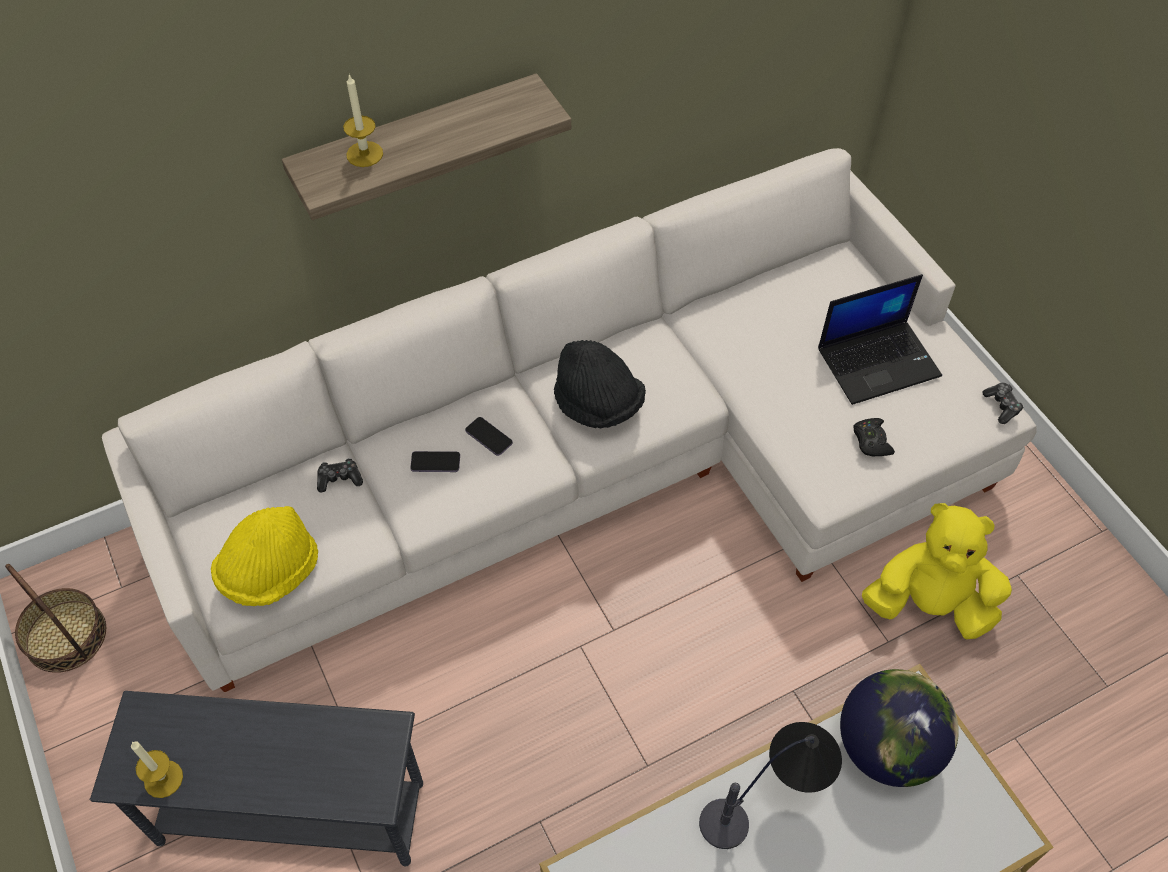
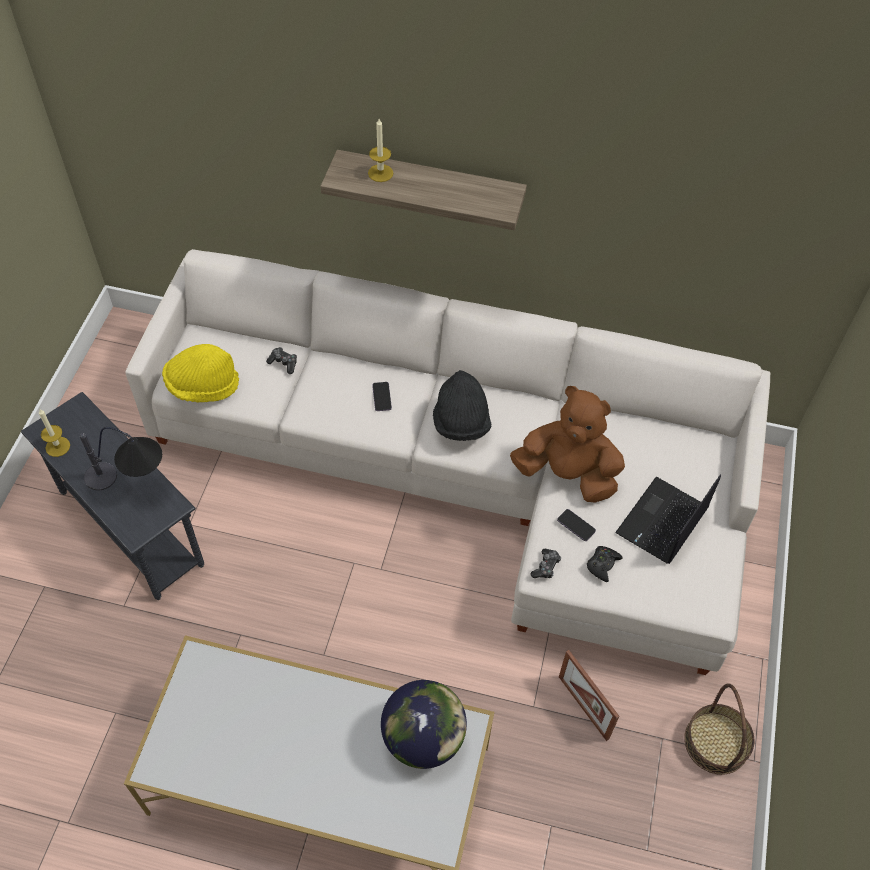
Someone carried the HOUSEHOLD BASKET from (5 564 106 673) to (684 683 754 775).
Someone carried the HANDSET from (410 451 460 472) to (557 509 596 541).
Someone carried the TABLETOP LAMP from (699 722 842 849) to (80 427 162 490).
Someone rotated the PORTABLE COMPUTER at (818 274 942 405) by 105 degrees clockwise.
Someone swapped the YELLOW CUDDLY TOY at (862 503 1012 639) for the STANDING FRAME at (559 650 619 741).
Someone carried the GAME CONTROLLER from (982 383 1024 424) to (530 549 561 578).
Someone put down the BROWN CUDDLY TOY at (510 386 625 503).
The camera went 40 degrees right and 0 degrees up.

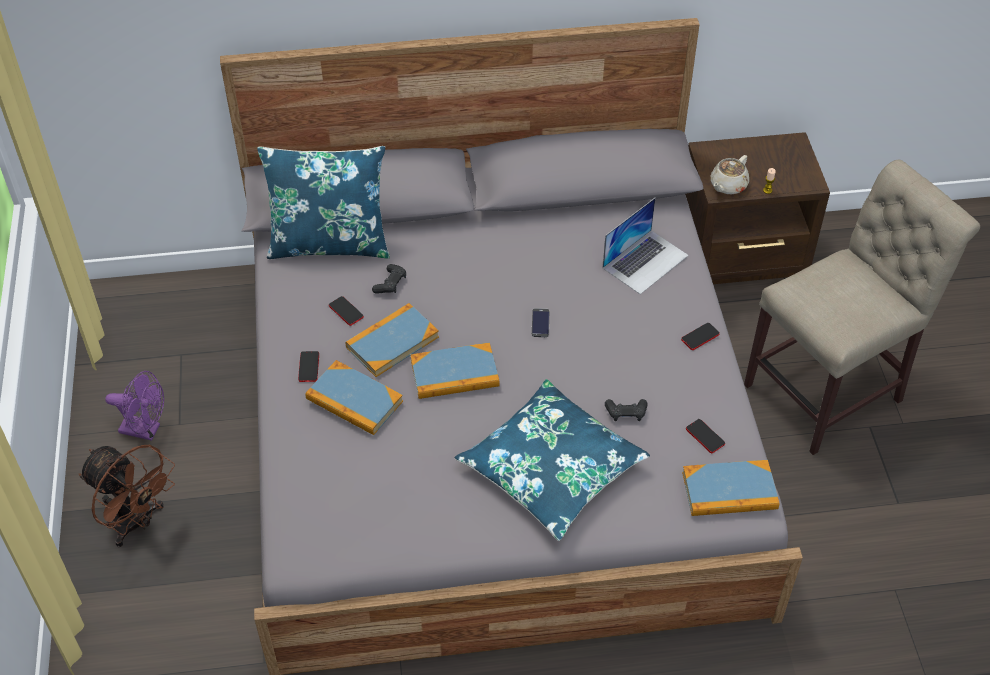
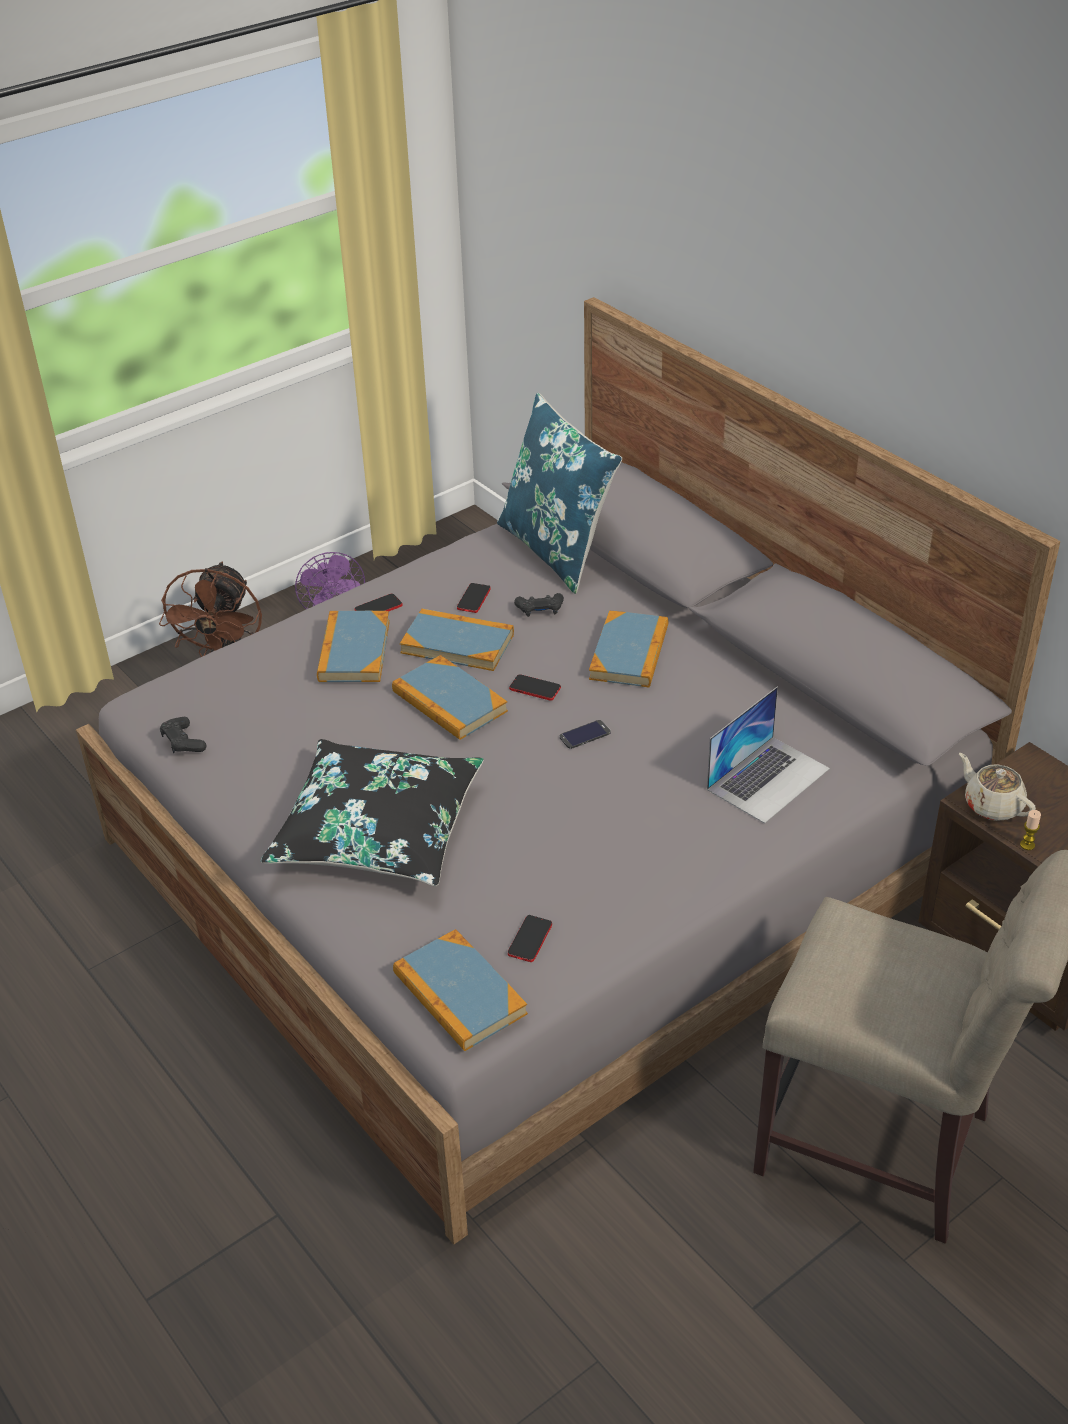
Someone repainted the BLUISH CUSHION at (455 379 650 541), which became the BLACK-COLOURED CUSHION at (261 739 484 886).
Someone rotated the PORTABLE COMPUTER at (603 198 689 294) by 60 degrees counterclockwise.
Someone carried the BLACK-COLOURED GAME CONTROLLER from (605 399 648 421) to (160 717 206 753).
Someone carried the HANDSET from (681 323 720 350) to (509 674 561 700).
Someone rotated the BEIGE TEAPOT at (711 155 749 194) by 45 degrees clockwise.
Someone put down the BOOK at (589 610 668 687).
The camera went 60 degrees right and 10 degrees down.

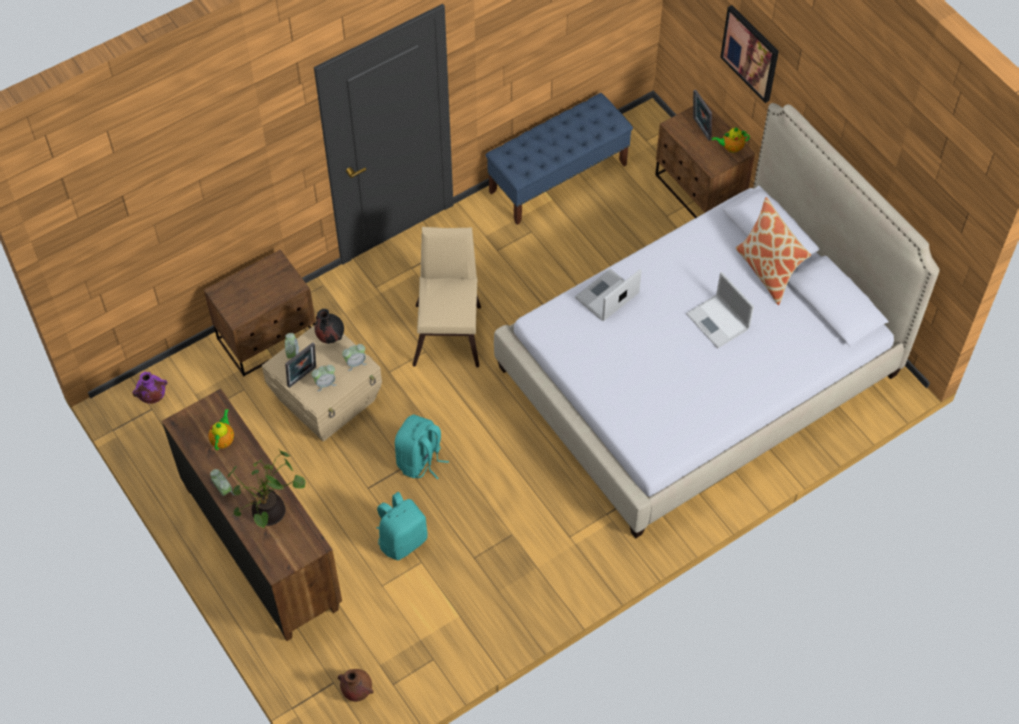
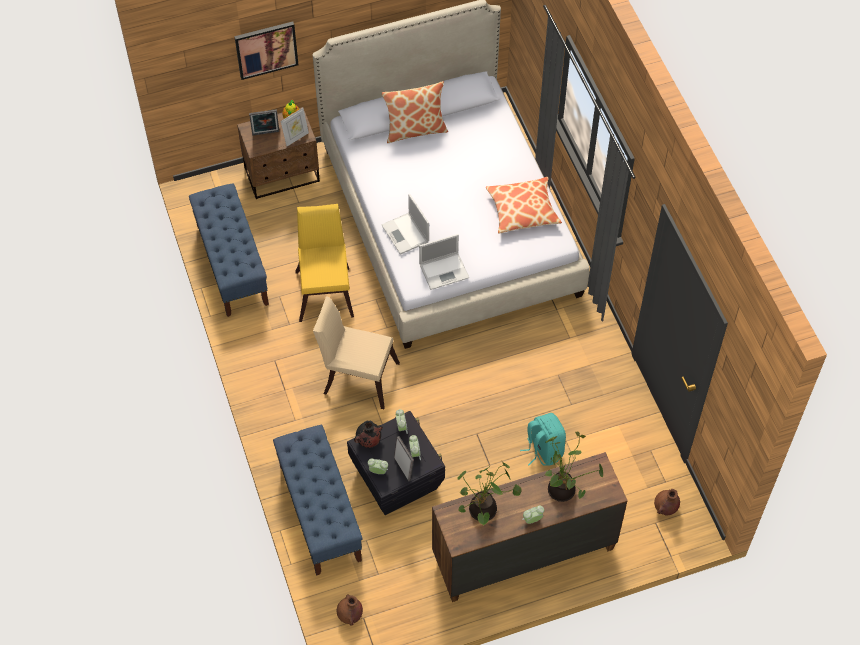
Someone repainted the PURPLE-COLOURED VASE at (133 372 167 404), which became the BROWN VASE at (337 594 363 626).
Someone swapped the BROWN NIGHT TABLE at (204 250 316 376) for the BLUISH LONG SEAT at (273 425 362 576).
Someone swapped the TEAPOT at (208 409 234 451) for the POTTED PLANT at (458 461 521 525).
Someone repainted the BEIGE STORAGE CONTAINER at (262 325 382 442), which became the BLACK-COLOURED STORAGE CONTAINER at (347 411 445 515).
Someone took away the TURQUOISE BACKPACK at (395 415 449 480).
Someone carried the PORTABLE COMPUTER from (686 272 754 348) to (419 234 469 290).
Someone put down the STANDING FRAME at (281 108 309 146).
Someone put down the YELLOW CHAIR at (296 204 354 322).
Someone put down the CUSHION at (486 177 562 234).
The camera went 75 degrees left and 0 degrees up.

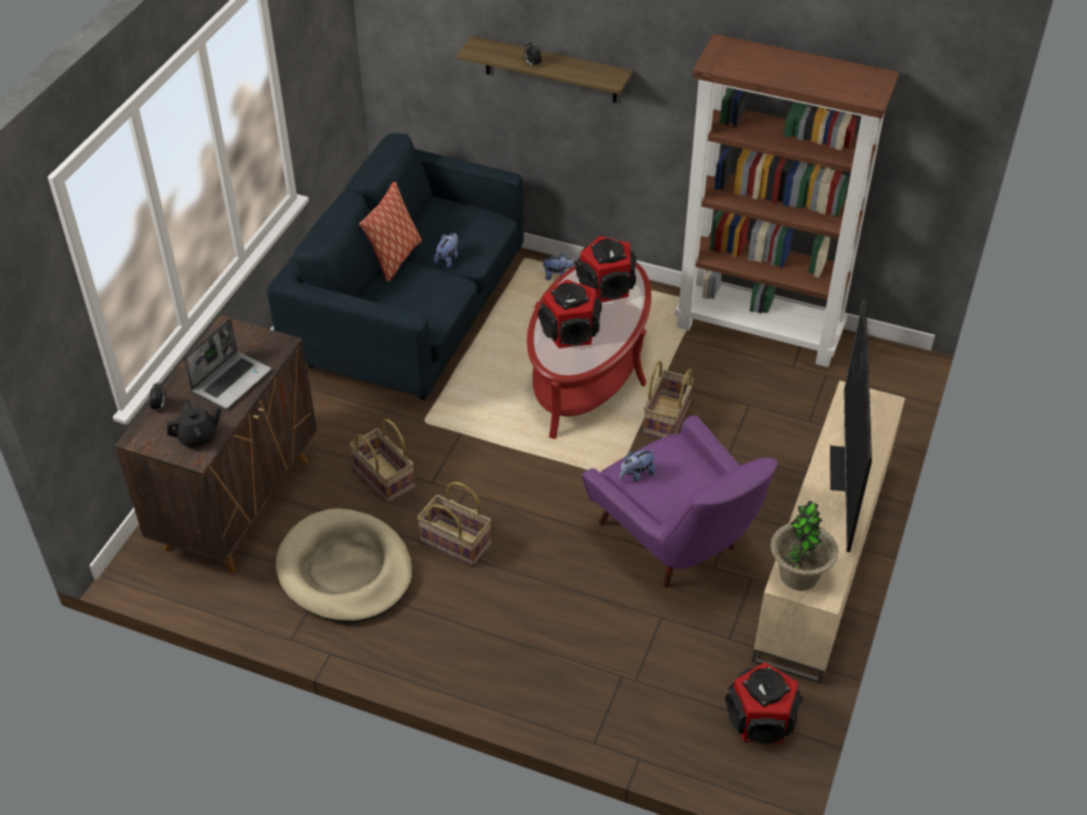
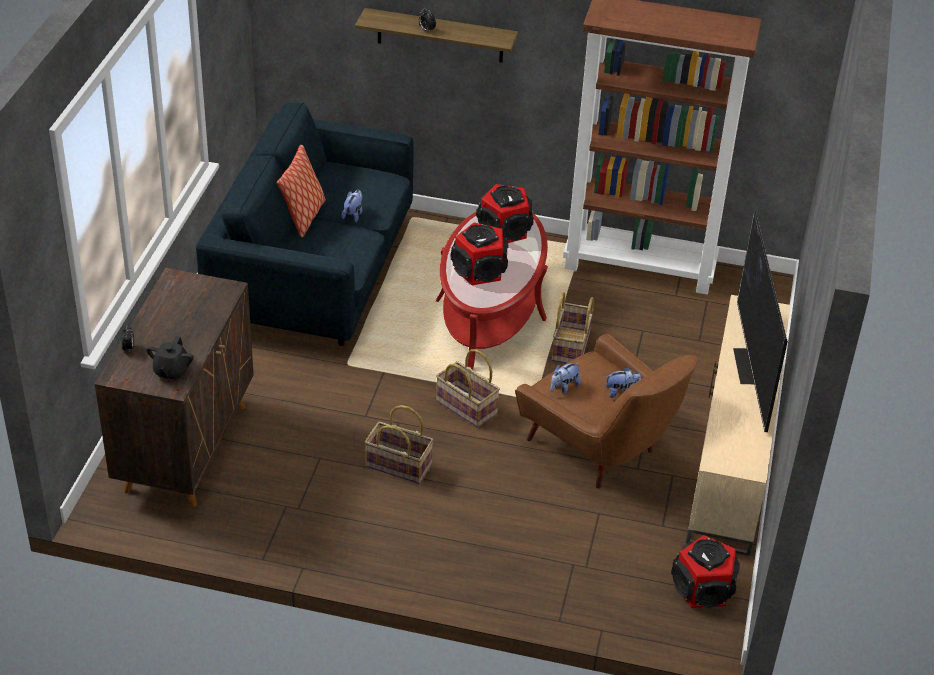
Someone rotated the BLACK-COLOURED TEAPOT at (166 400 221 448) by 135 degrees clockwise.
Someone took away the PORTABLE COMPUTER at (183 319 271 409).
Someone took away the BEIGE DOG CUSHION at (276 508 413 622).
Someone carried the HOUSEHOLD BASKET from (349 419 415 503) to (436 349 500 428).
Someone carried the CUDDLY TOY from (541 253 574 280) to (605 367 641 398).
Someone repainted the PURPLE-COLOURED LOUNGE CHAIR at (581 415 778 588), which became the BROWN LOUNGE CHAIR at (515 334 698 488).
Someone took away the POTTED PLANT at (770 500 839 591).
The camera went 10 degrees left and 5 degrees down.

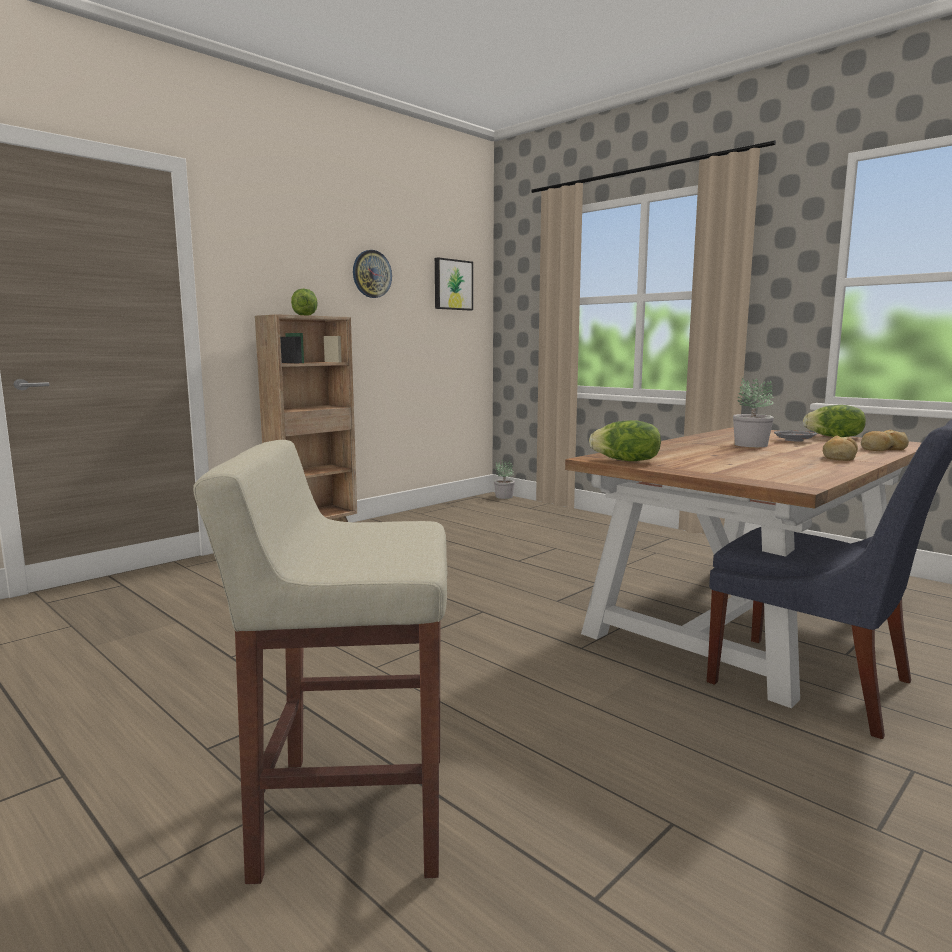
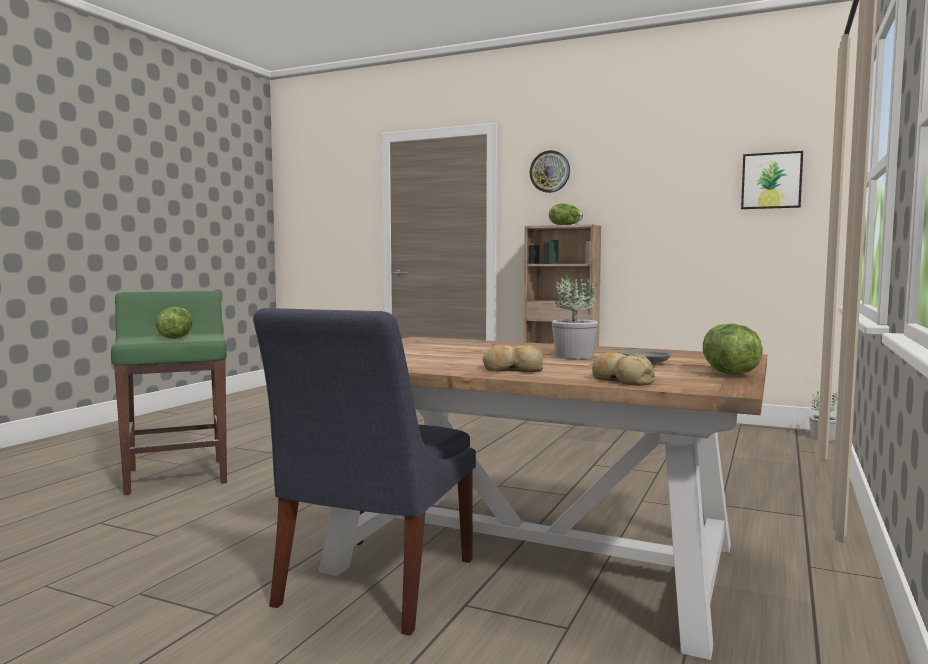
Someone repainted the BEIGE STOOL SEAT at (193 440 447 884), which became the GREEN-COLOURED STOOL SEAT at (111 291 227 495).
Someone carried the CLOCK ON THE WALL from (353 250 392 298) to (530 150 570 193).
Someone carried the LETTUCE HEAD from (589 420 661 461) to (156 307 193 339).
The camera went 70 degrees right and 5 degrees down.

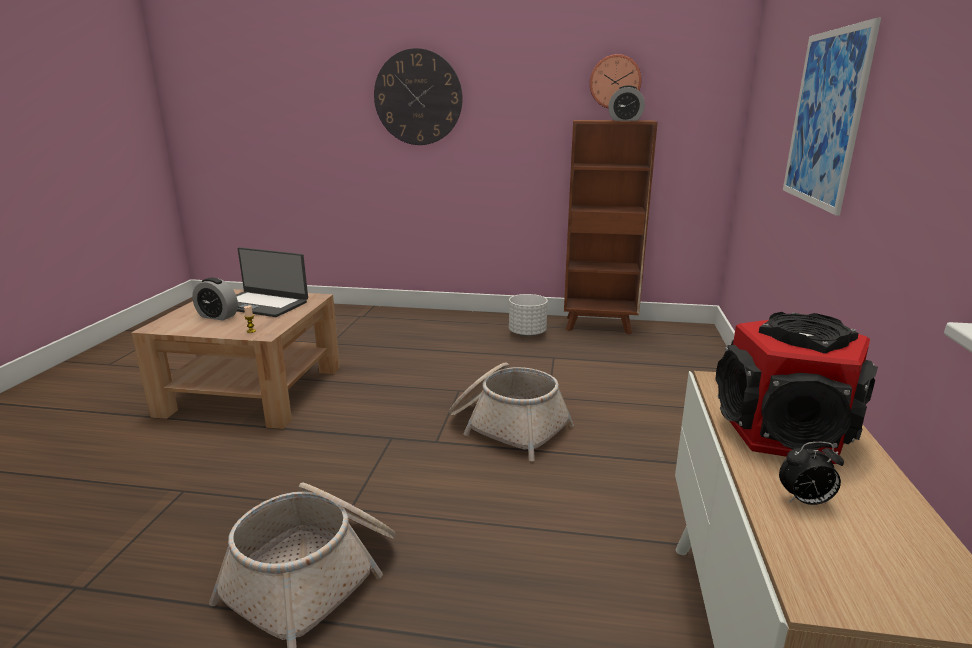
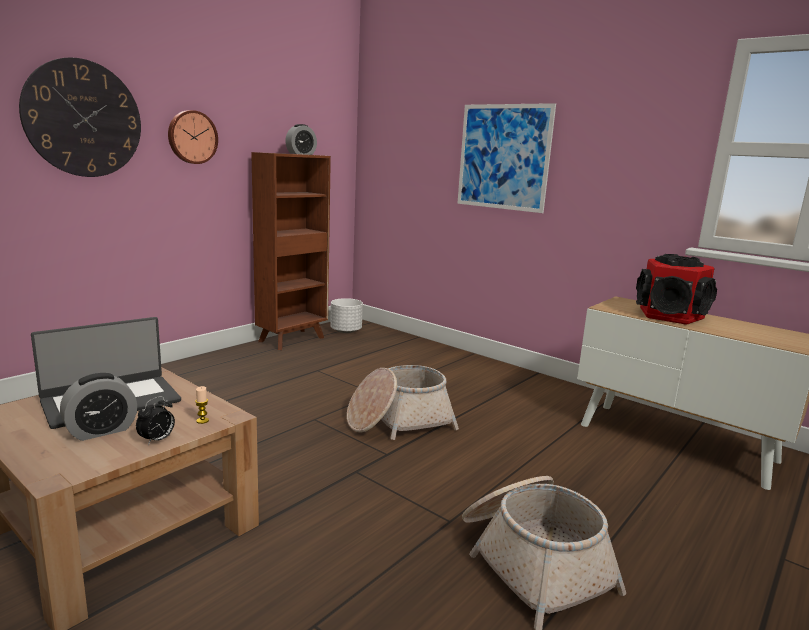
Someone carried the WHITE PLANTER from (509 294 548 337) to (330 298 363 333).
Someone carried the CLOCK ON THE WALL from (590 54 642 108) to (168 110 218 164).
Someone carried the TABLE CLOCK from (779 442 844 505) to (136 396 175 445).
The camera went 60 degrees left and 5 degrees down.

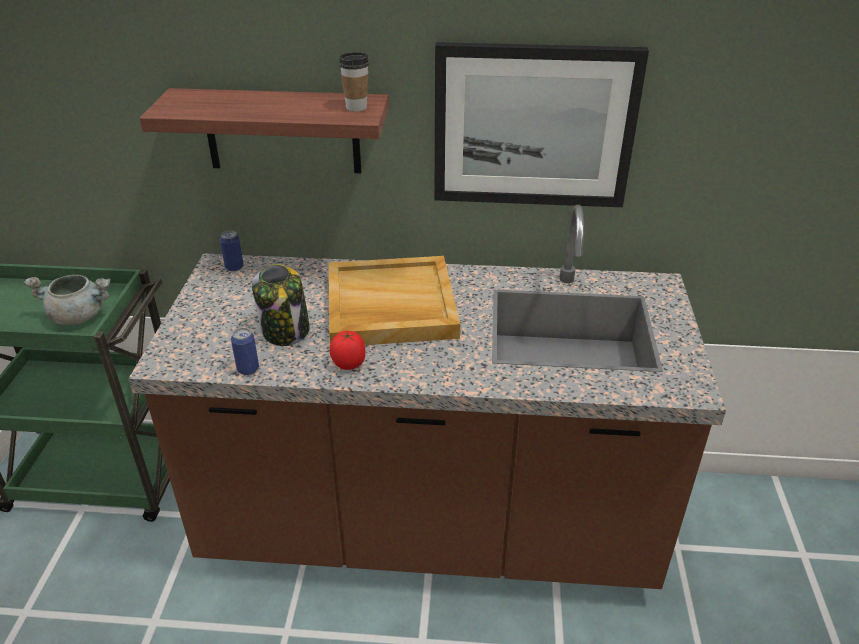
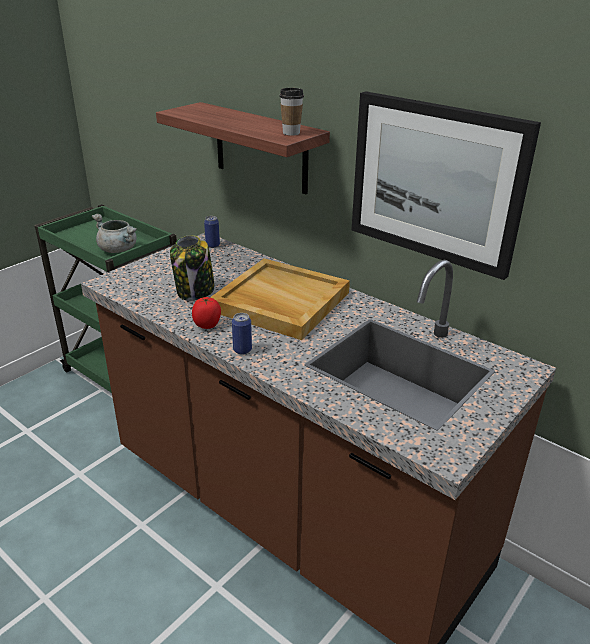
Someone carried the SEALED CAN from (231 327 259 375) to (232 313 252 354).
The camera went 35 degrees right and 5 degrees down.

